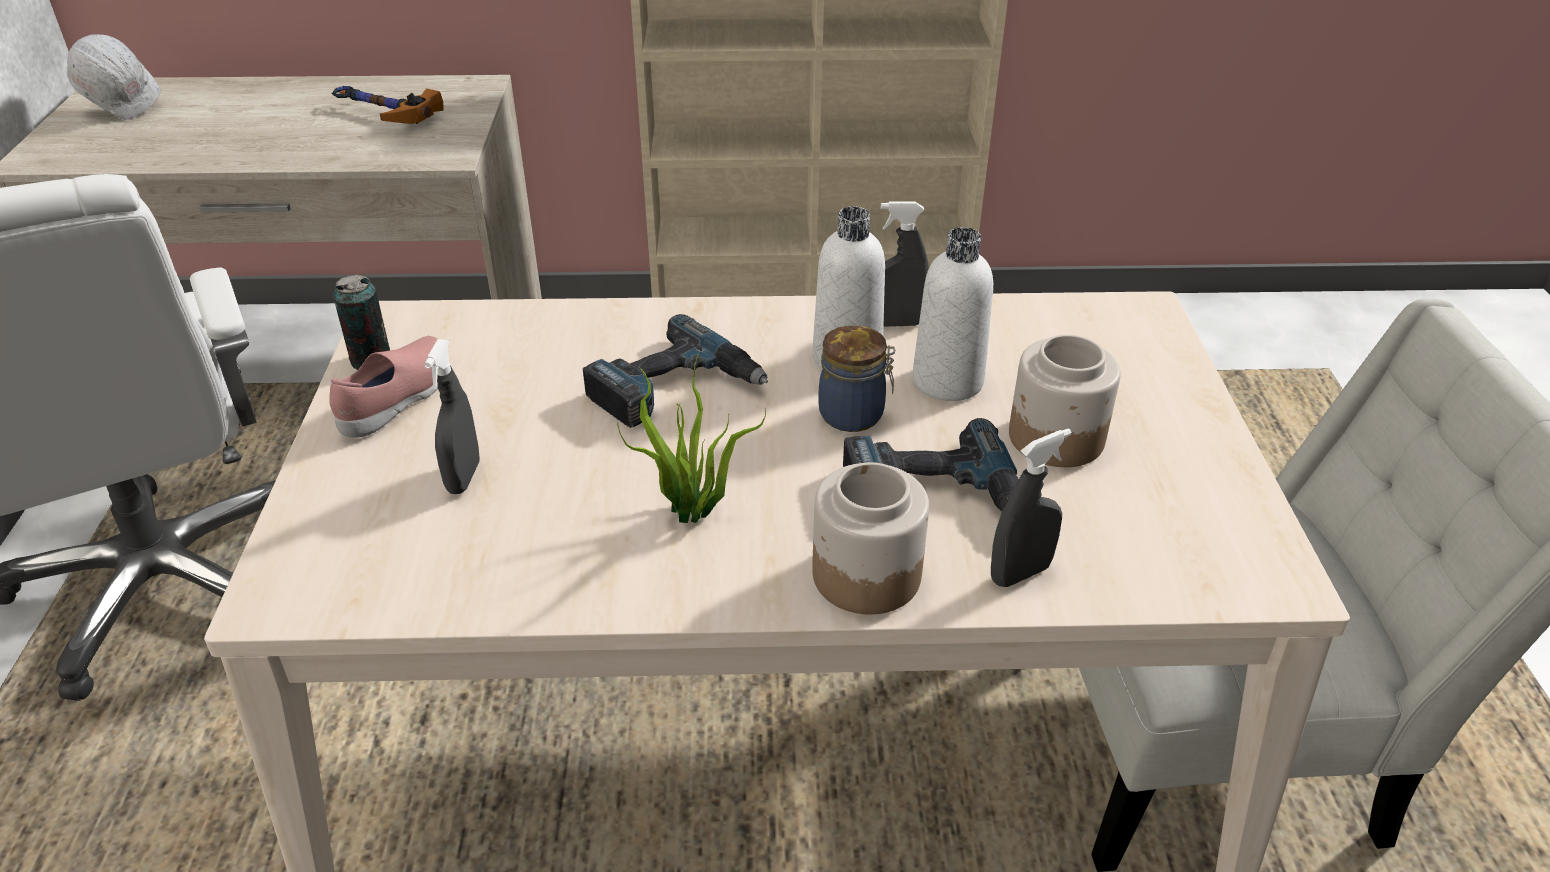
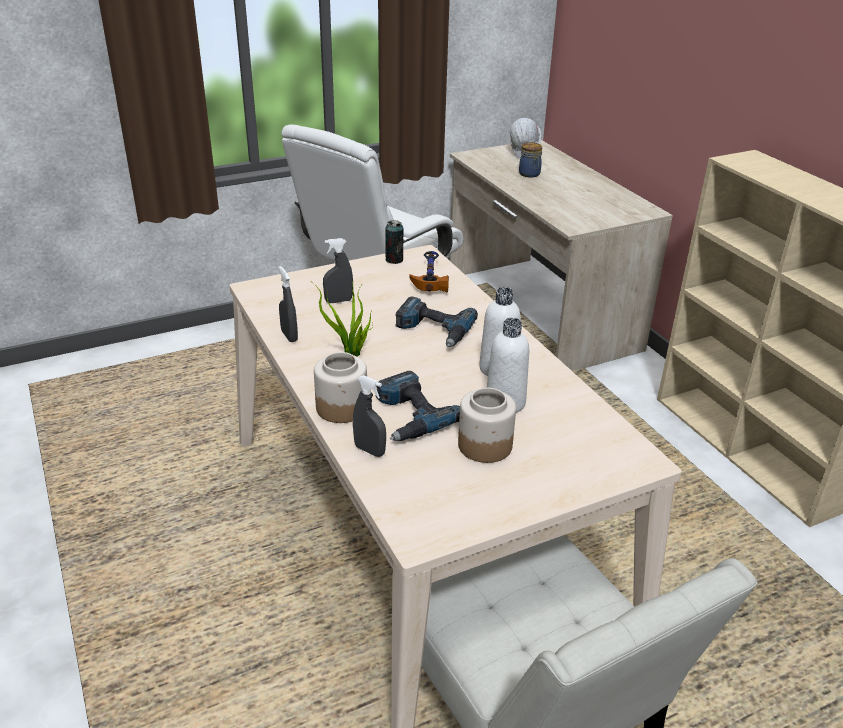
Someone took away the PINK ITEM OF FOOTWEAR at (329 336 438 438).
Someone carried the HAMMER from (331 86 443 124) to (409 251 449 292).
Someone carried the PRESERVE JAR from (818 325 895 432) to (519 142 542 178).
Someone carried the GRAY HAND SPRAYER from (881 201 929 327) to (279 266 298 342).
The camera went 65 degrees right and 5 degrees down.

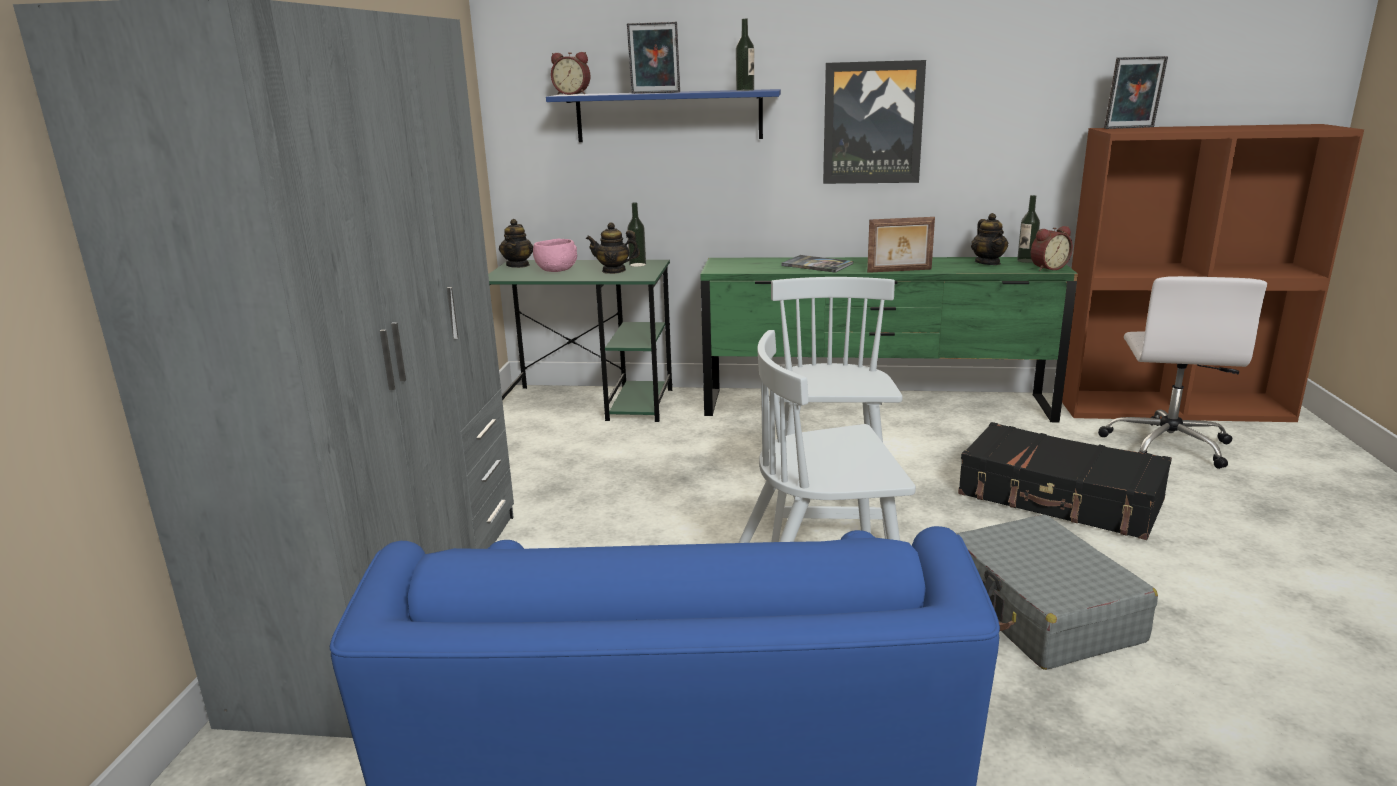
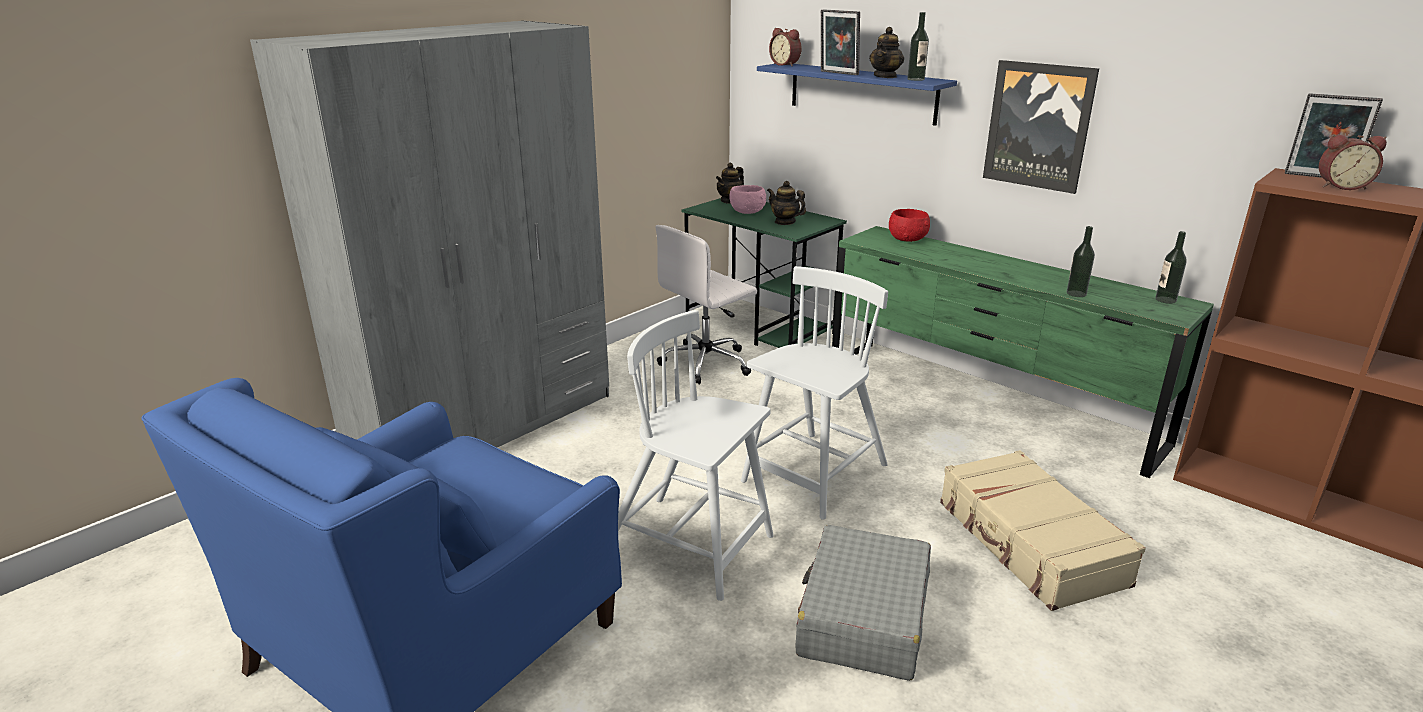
Someone carried the DRINK BOTTLE from (627 202 646 267) to (1067 226 1095 297).
Someone took away the BOOK at (781 255 853 273).
Someone took away the STANDING FRAME at (867 217 935 273).
Someone repainted the BLACK-COLOURED TRAVEL CASE at (958 422 1172 540), which became the BEIGE TRAVEL CASE at (940 450 1146 611).
Someone carried the TEAPOT from (971 213 1008 265) to (869 27 904 78).
Someone carried the TABLE CLOCK from (1031 226 1073 271) to (1319 134 1387 190).
Someone carried the WHITE DESK CHAIR from (1098 276 1267 469) to (656 225 757 385).
Someone put down the REDDISH BOWL at (889 209 930 242).
The camera went 35 degrees right and 5 degrees up.

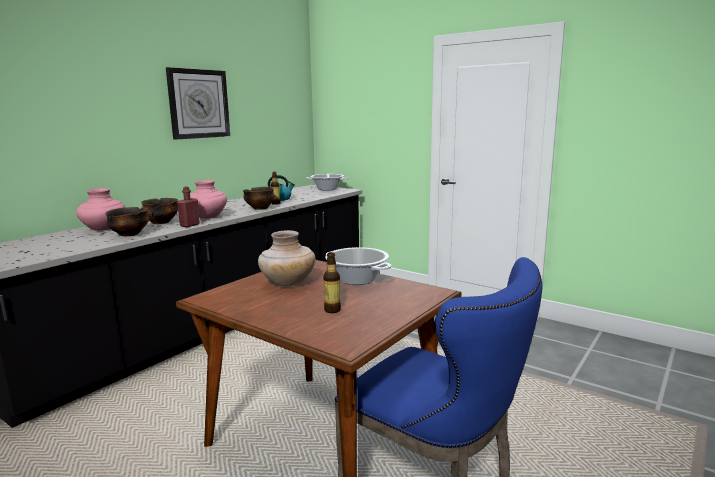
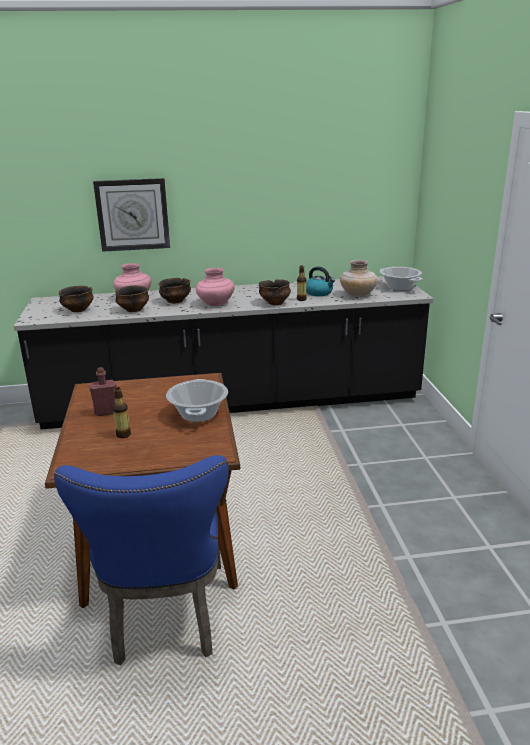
Someone carried the CLOCK ON THE WALL from (166 67 230 140) to (93 178 170 252).
Someone carried the REDDISH DRINK BOTTLE from (177 186 200 227) to (89 367 116 416).
Someone carried the BEIGE VASE from (258 230 315 286) to (340 260 378 297).
Someone put down the BOWL at (59 286 94 312).
The camera went 45 degrees right and 10 degrees up.

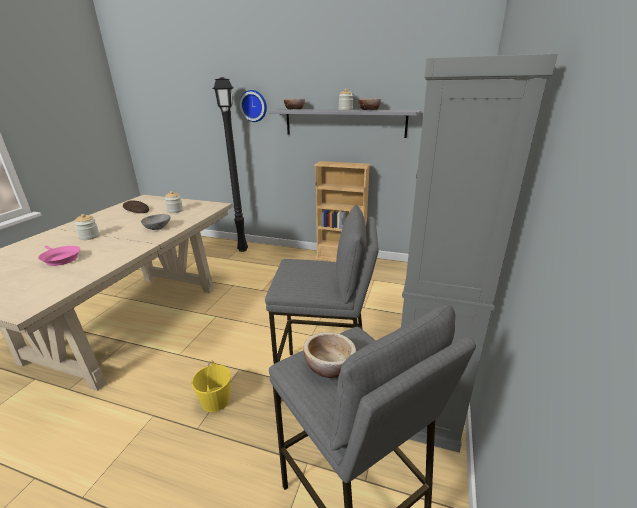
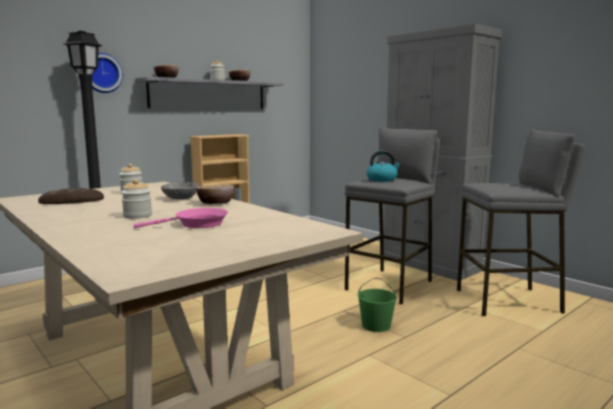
Someone repainted the YELLOW BUCKET at (191 361 231 412), which became the GREEN-COLOURED BUCKET at (358 278 397 332).
Someone carried the BOWL from (303 332 356 378) to (196 185 234 204).
Someone put down the WATER KETTLE at (367 151 402 182).
The camera went 60 degrees left and 15 degrees down.

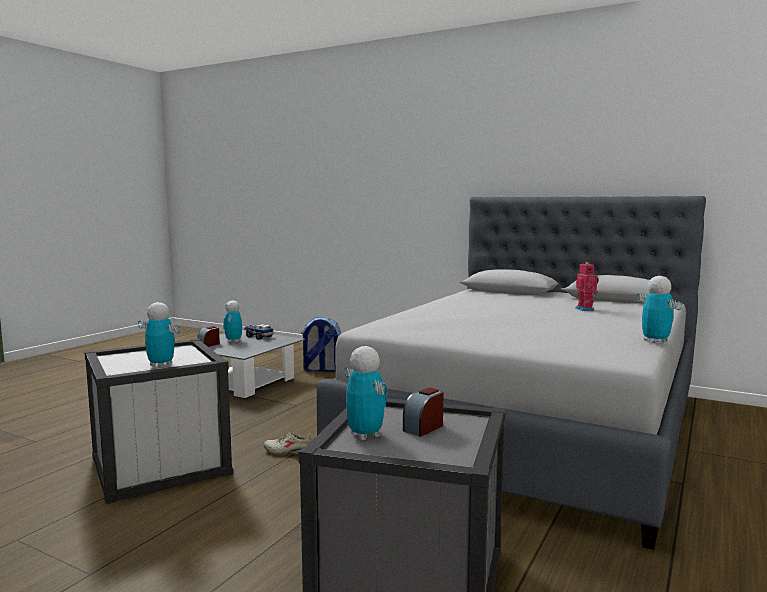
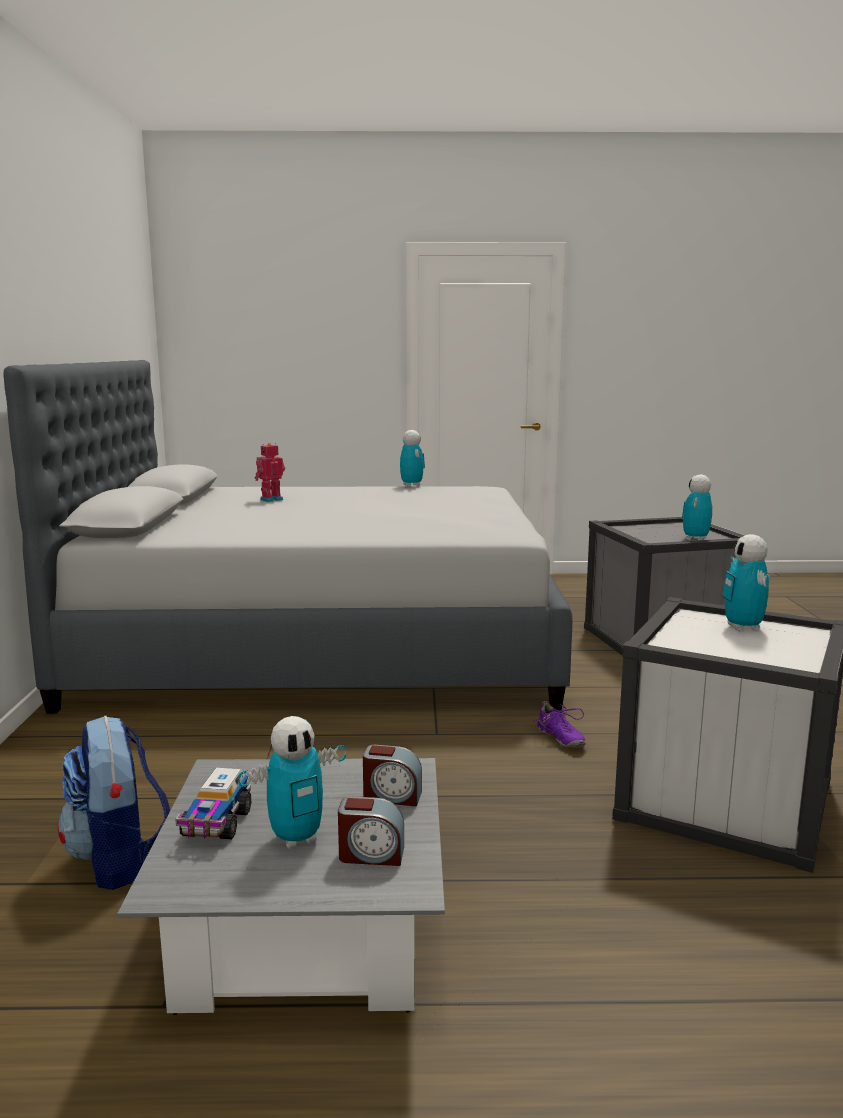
Someone repainted the BEIGE ITEM OF FOOTWEAR at (264 431 312 455), which became the PURPLE-COLOURED ITEM OF FOOTWEAR at (533 701 586 748).
Someone carried the TABLE CLOCK from (403 387 443 437) to (363 745 422 807).
Someone rotated the TOY ROBOT at (636 276 682 344) by 120 degrees clockwise.
The camera went 120 degrees left and 5 degrees up.

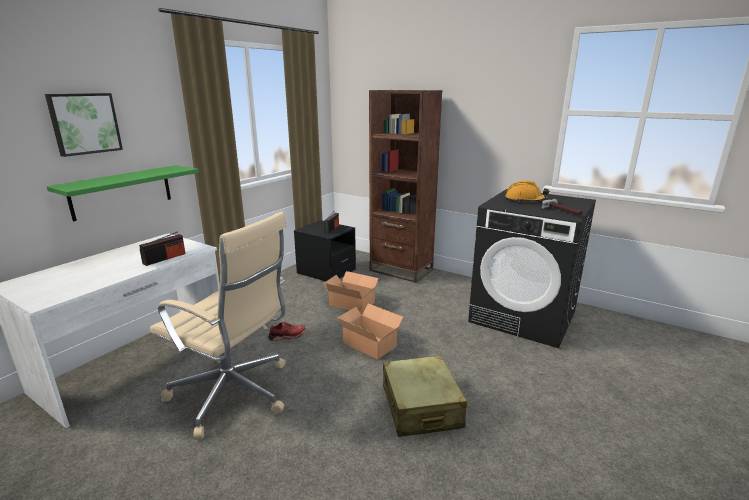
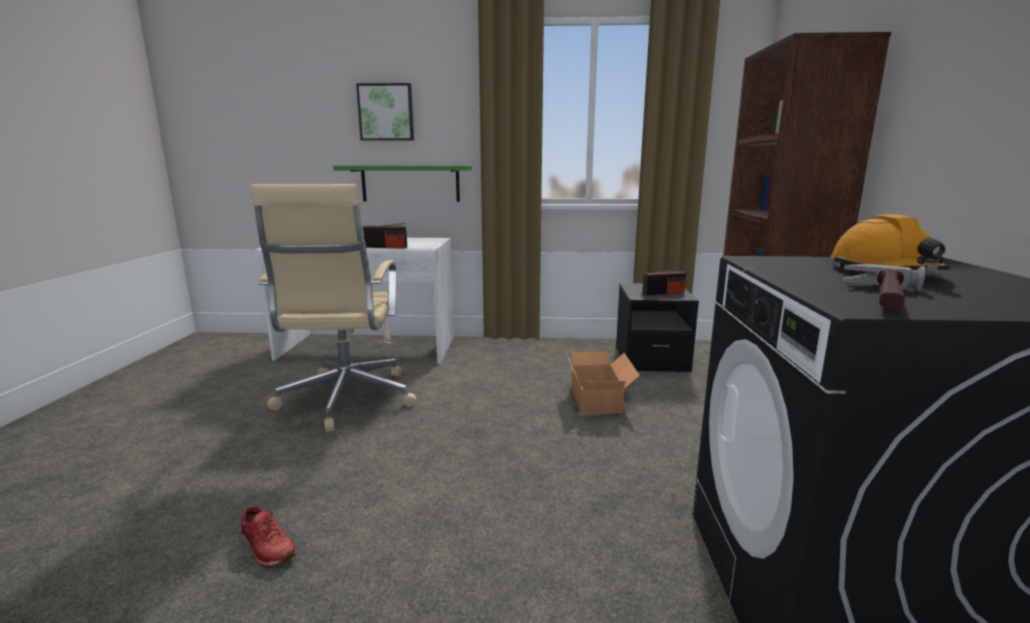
Someone carried the REDDISH ITEM OF FOOTWEAR from (268 322 305 341) to (241 506 296 568).
Someone took away the PACKING BOX at (337 303 403 359).
Someone took away the BEIGE TRAVEL CASE at (383 355 467 437).
The camera went 60 degrees right and 5 degrees down.

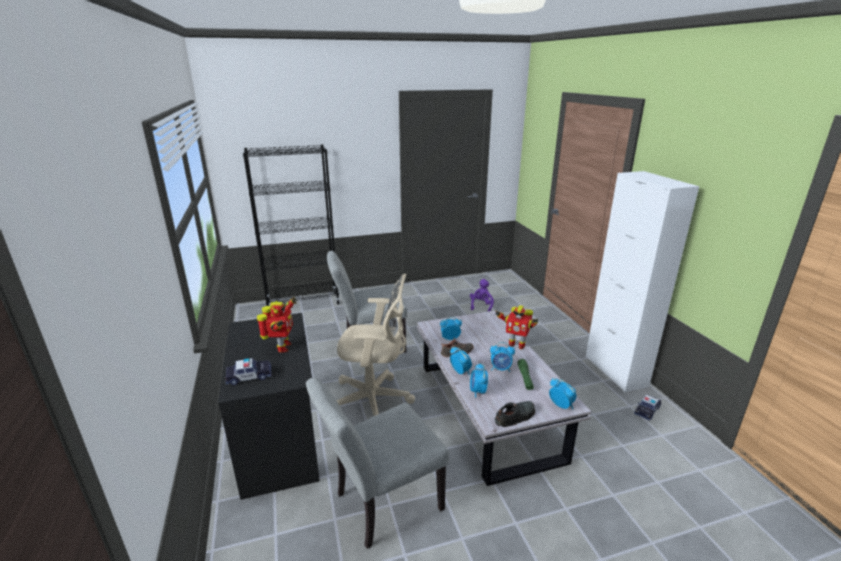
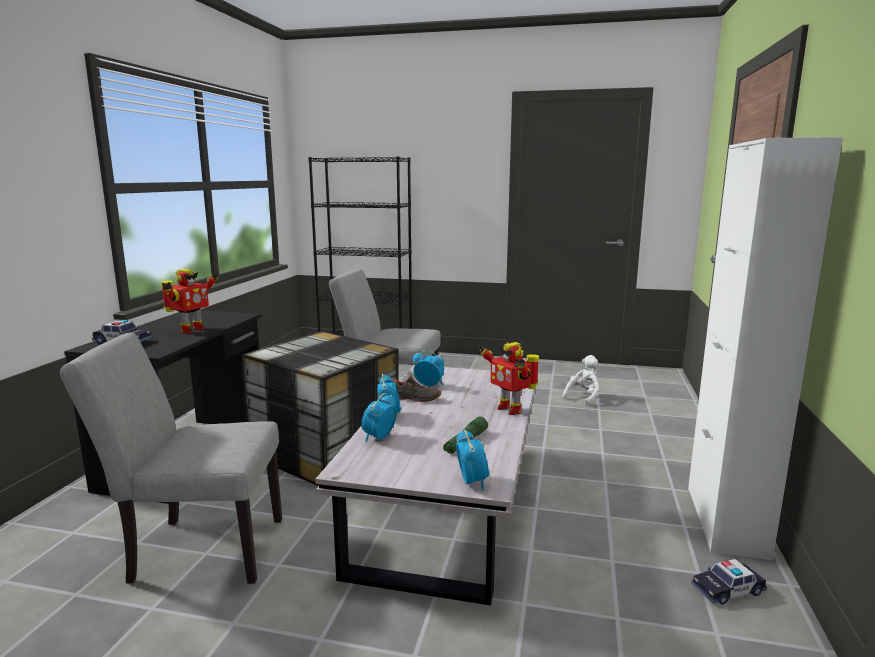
Someone swapped the BEIGE DESK CHAIR at (336 274 415 416) for the STORAGE CONTAINER at (241 331 399 486).
Someone repainted the PURPLE-COLOURED CUDDLY TOY at (470 279 494 311), which became the WHITE CUDDLY TOY at (562 355 599 406).
Someone took away the TABLE CLOCK at (490 342 515 372).
Someone took away the BLACK-COLOURED ITEM OF FOOTWEAR at (495 401 535 427).
The camera went 30 degrees right and 10 degrees down.

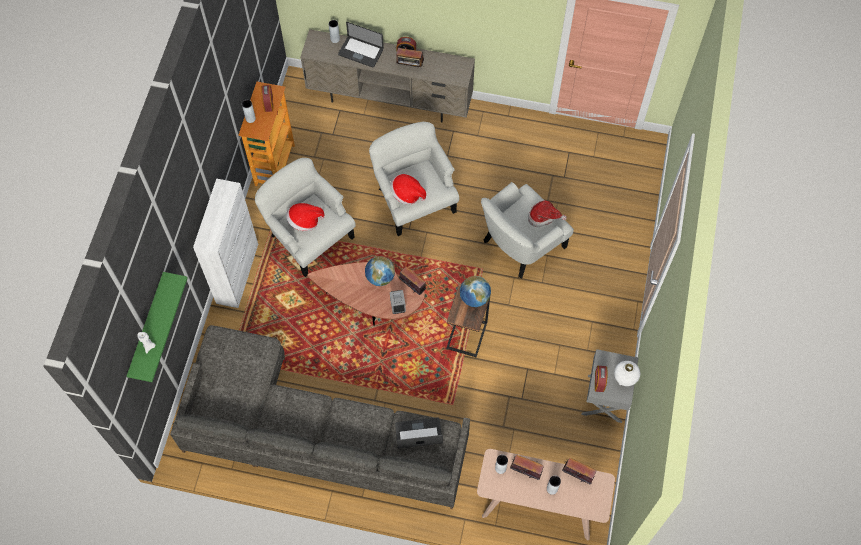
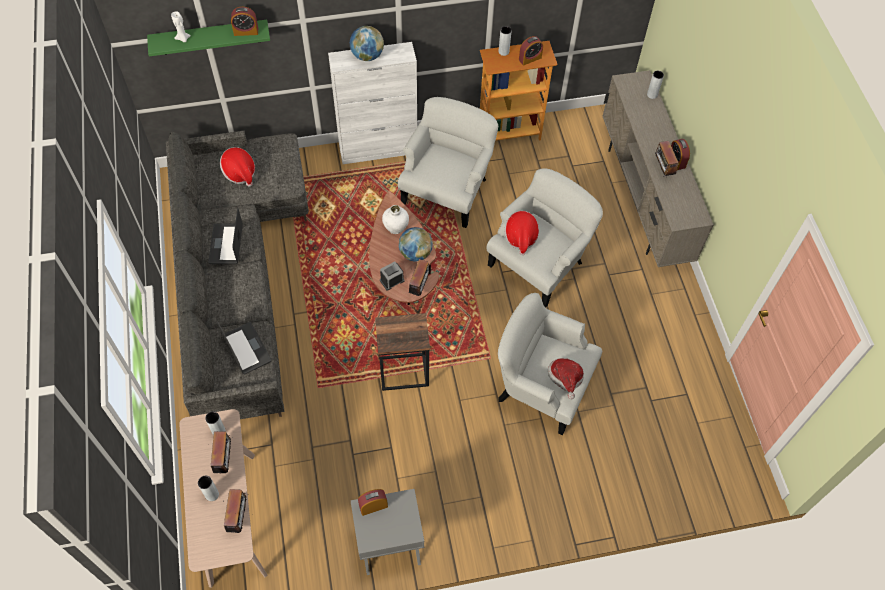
Someone carried the CLOTHING HAT from (286 203 325 231) to (220 147 255 187).
Someone carried the PORTABLE COMPUTER from (338 22 384 67) to (208 207 243 264).
Someone carried the GLOBE from (460 276 491 307) to (350 26 384 61).
Someone carried the WHITE VASE from (614 361 640 386) to (382 205 409 234).
Someone put down the TABLE CLOCK at (231 7 258 36).
The camera went 65 degrees right and 5 degrees down.

